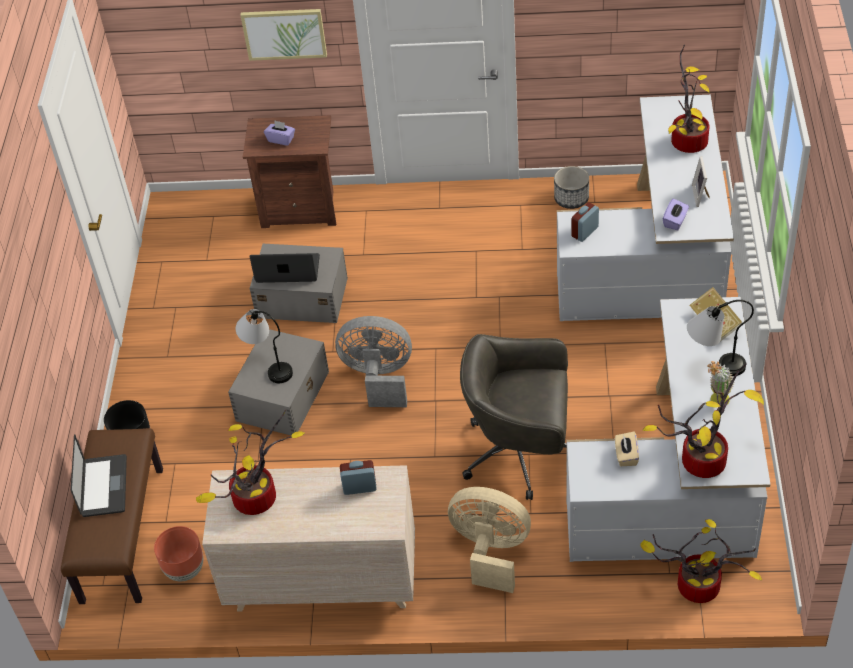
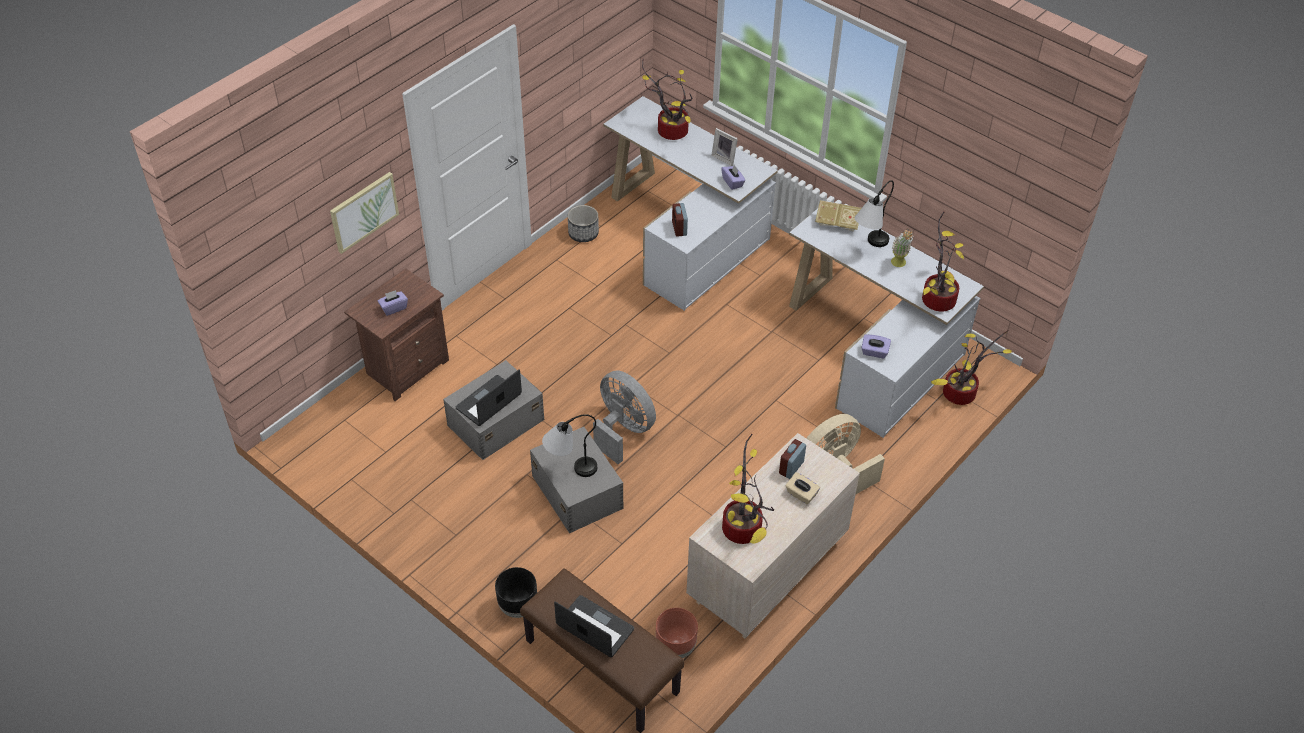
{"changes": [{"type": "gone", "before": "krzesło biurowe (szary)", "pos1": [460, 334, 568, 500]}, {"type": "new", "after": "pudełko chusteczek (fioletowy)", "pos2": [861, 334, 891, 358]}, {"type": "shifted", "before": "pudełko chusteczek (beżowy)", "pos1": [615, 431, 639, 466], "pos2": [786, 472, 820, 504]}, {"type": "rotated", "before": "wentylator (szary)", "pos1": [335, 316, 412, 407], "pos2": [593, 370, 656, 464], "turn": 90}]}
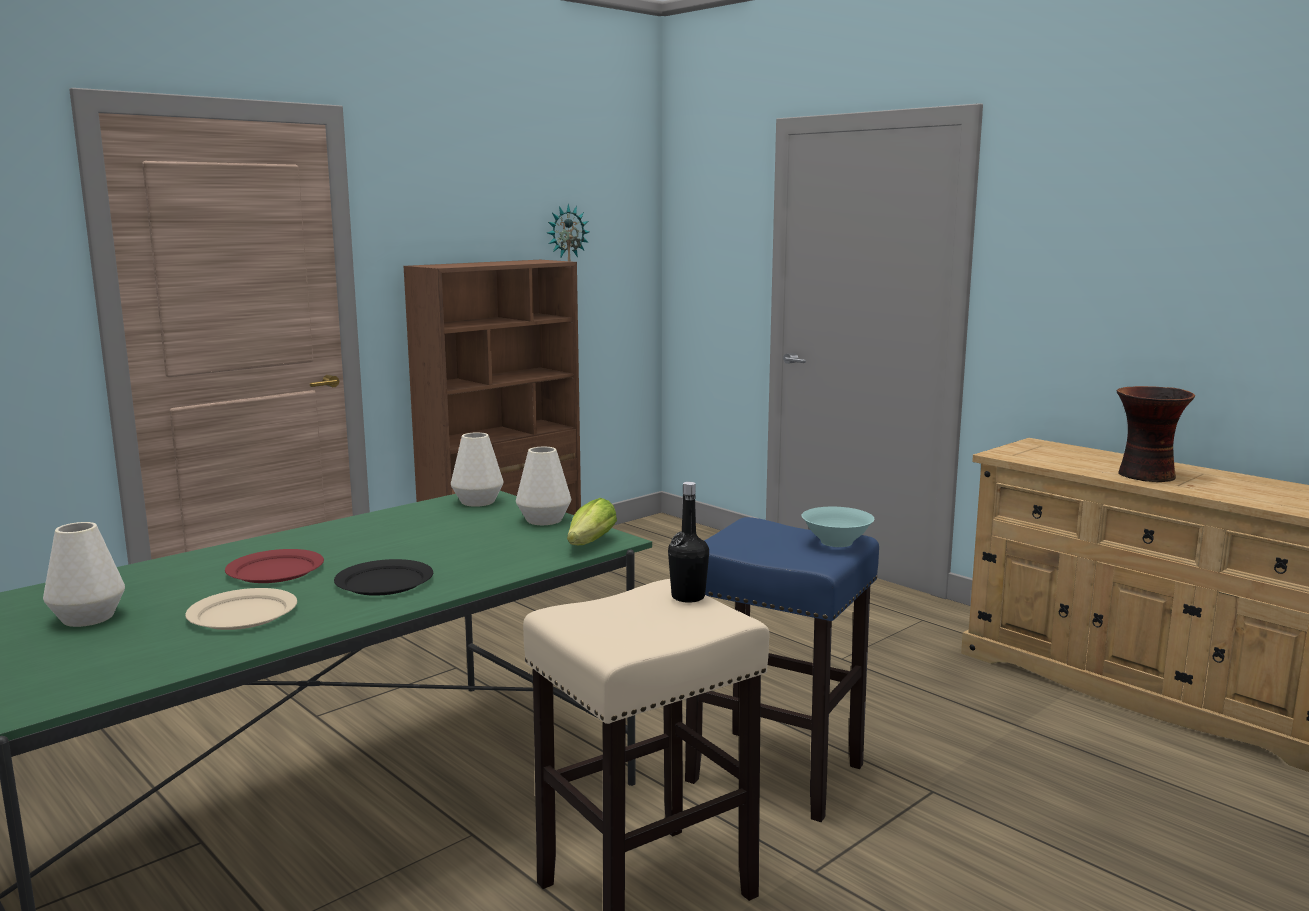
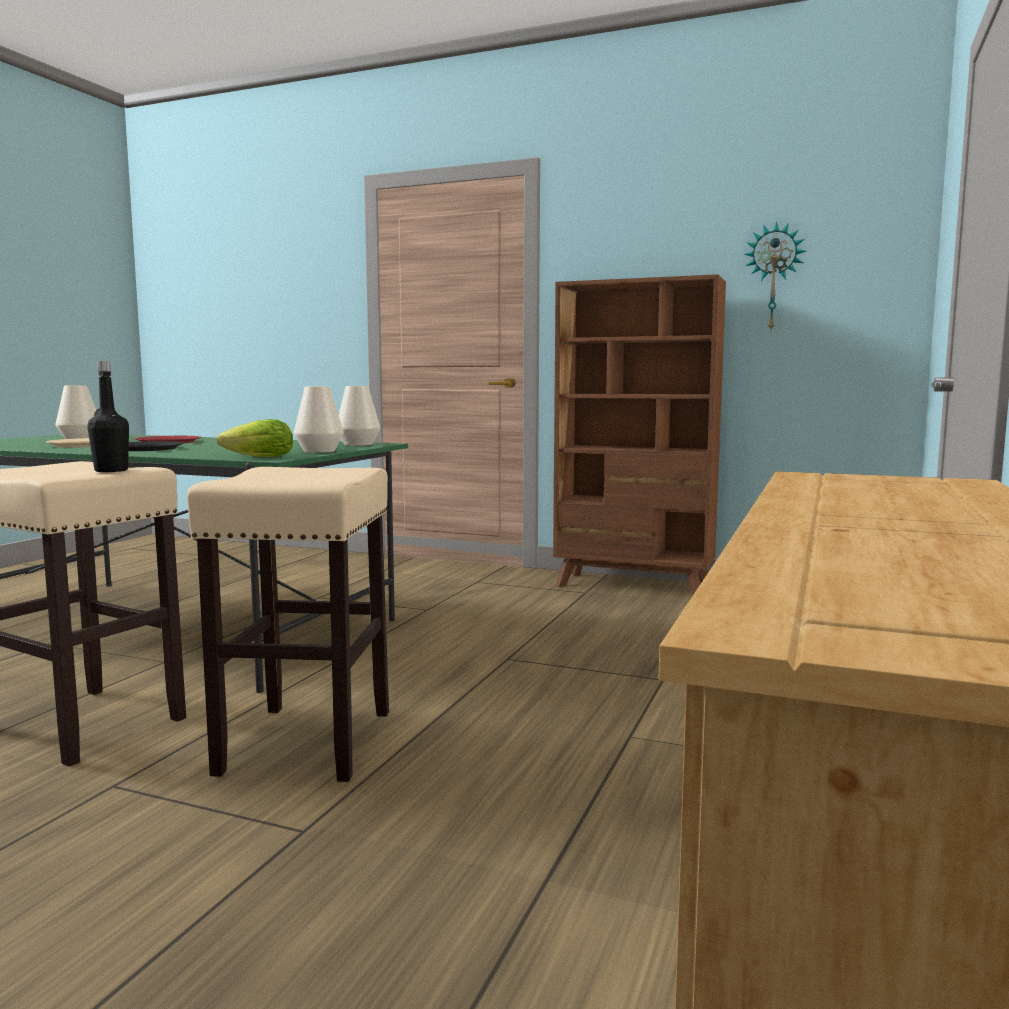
{"changes": [{"type": "gone", "before": "miska (turkusowy)", "pos1": [802, 507, 874, 547]}, {"type": "gone", "before": "wazon", "pos1": [1117, 386, 1195, 482]}, {"type": "repainted", "before": "stołek (niebieski)", "after": "stołek (beżowy)", "pos1": [685, 517, 879, 822], "pos2": [187, 467, 389, 782]}]}
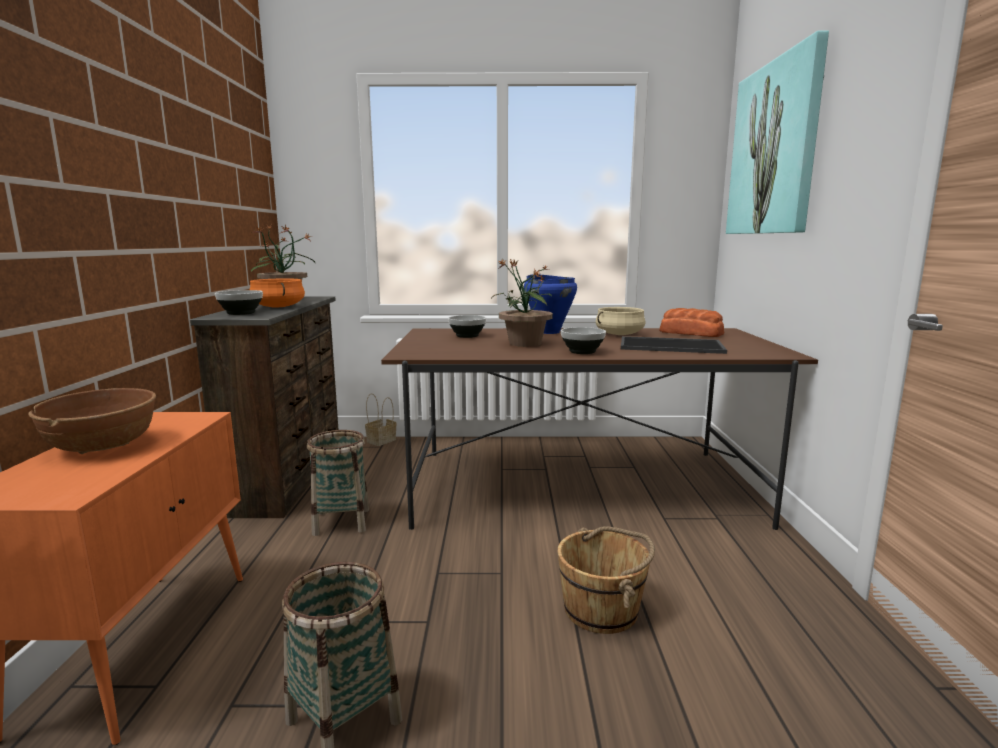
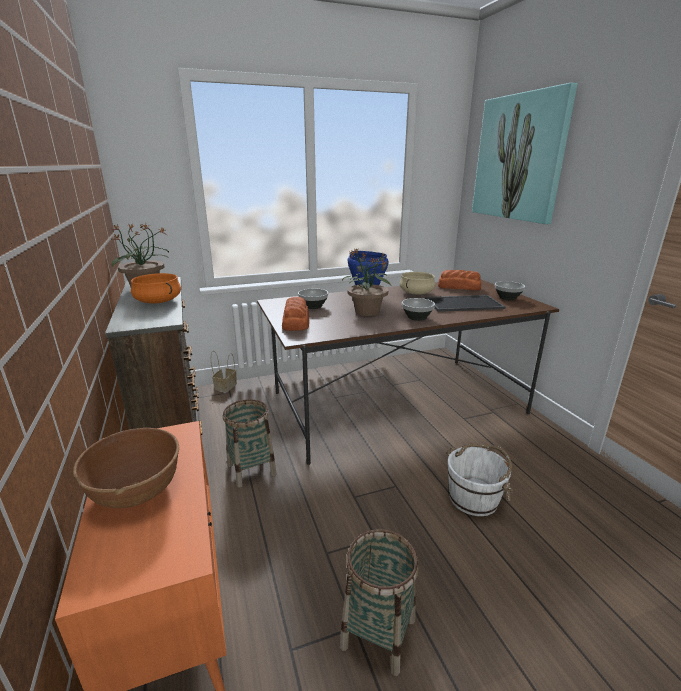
{"changes": [{"type": "new", "after": "chleb", "pos2": [282, 297, 309, 331]}, {"type": "shifted", "before": "miska", "pos1": [215, 290, 263, 315], "pos2": [495, 281, 525, 300]}, {"type": "repainted", "before": "wiadro (brązowy)", "after": "wiadro (biały)", "pos1": [557, 526, 655, 634], "pos2": [447, 444, 513, 516]}]}
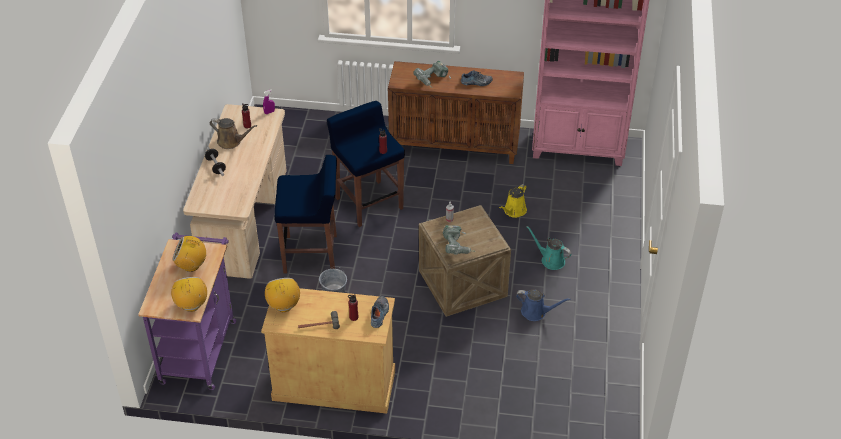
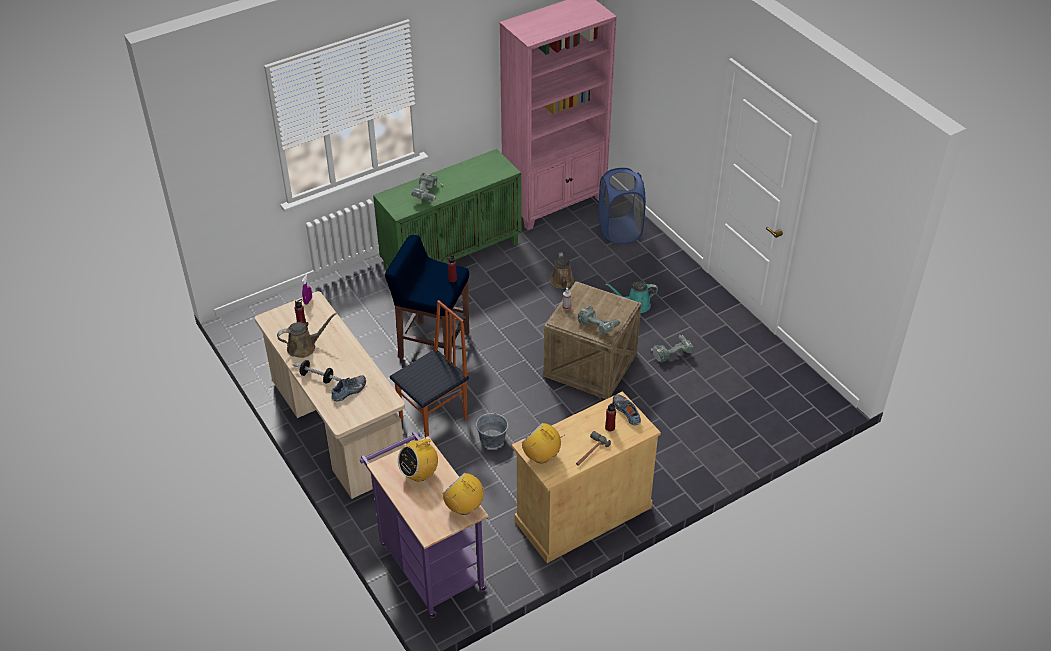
{"changes": [{"type": "new", "after": "kosz na pranie (niebieski)", "pos2": [599, 168, 646, 244]}, {"type": "shifted", "before": "but", "pos1": [461, 70, 493, 86], "pos2": [332, 375, 366, 401]}, {"type": "swapped", "before": "stołek (niebieski)", "after": "krzesło", "pos1": [275, 155, 337, 274], "pos2": [390, 300, 469, 437]}, {"type": "swapped", "before": "konewka (niebieski)", "after": "wiertarka", "pos1": [516, 290, 571, 321], "pos2": [651, 335, 694, 363]}, {"type": "repainted", "before": "szafka (brązowy)", "after": "szafka (zielony)", "pos1": [388, 61, 524, 164], "pos2": [373, 149, 522, 270]}, {"type": "repainted", "before": "konewka (żółty)", "after": "konewka (brązowy)", "pos1": [499, 184, 527, 218], "pos2": [550, 252, 574, 289]}]}
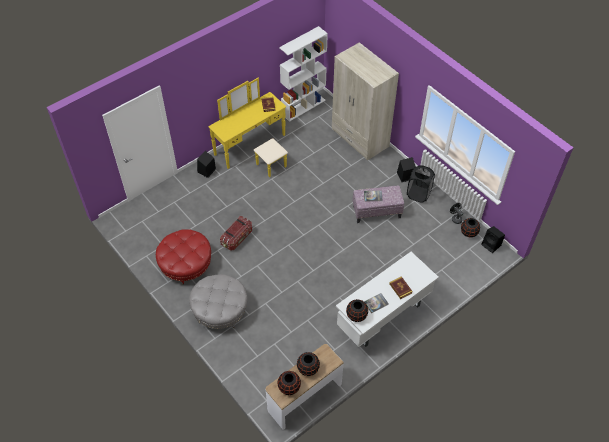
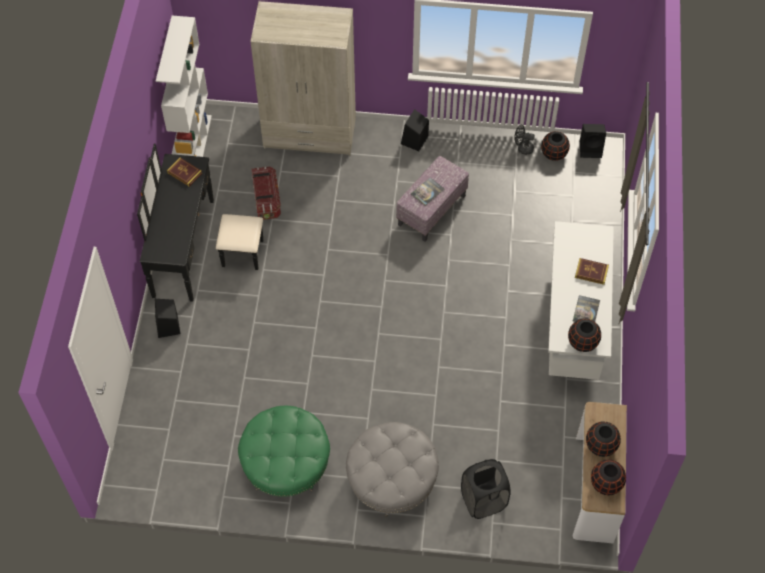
{"changes": [{"type": "shifted", "before": "pojemnik do przechowywania", "pos1": [220, 216, 252, 251], "pos2": [252, 166, 281, 220]}, {"type": "shifted", "before": "kosz na pranie (czarny)", "pos1": [407, 165, 435, 203], "pos2": [461, 459, 511, 519]}, {"type": "repainted", "before": "pufa (czerwony)", "after": "pufa (zielony)", "pos1": [156, 229, 211, 285], "pos2": [238, 405, 330, 497]}, {"type": "repainted", "before": "komoda (żółty)", "after": "komoda (czarny)", "pos1": [208, 78, 288, 177], "pos2": [137, 143, 263, 302]}]}
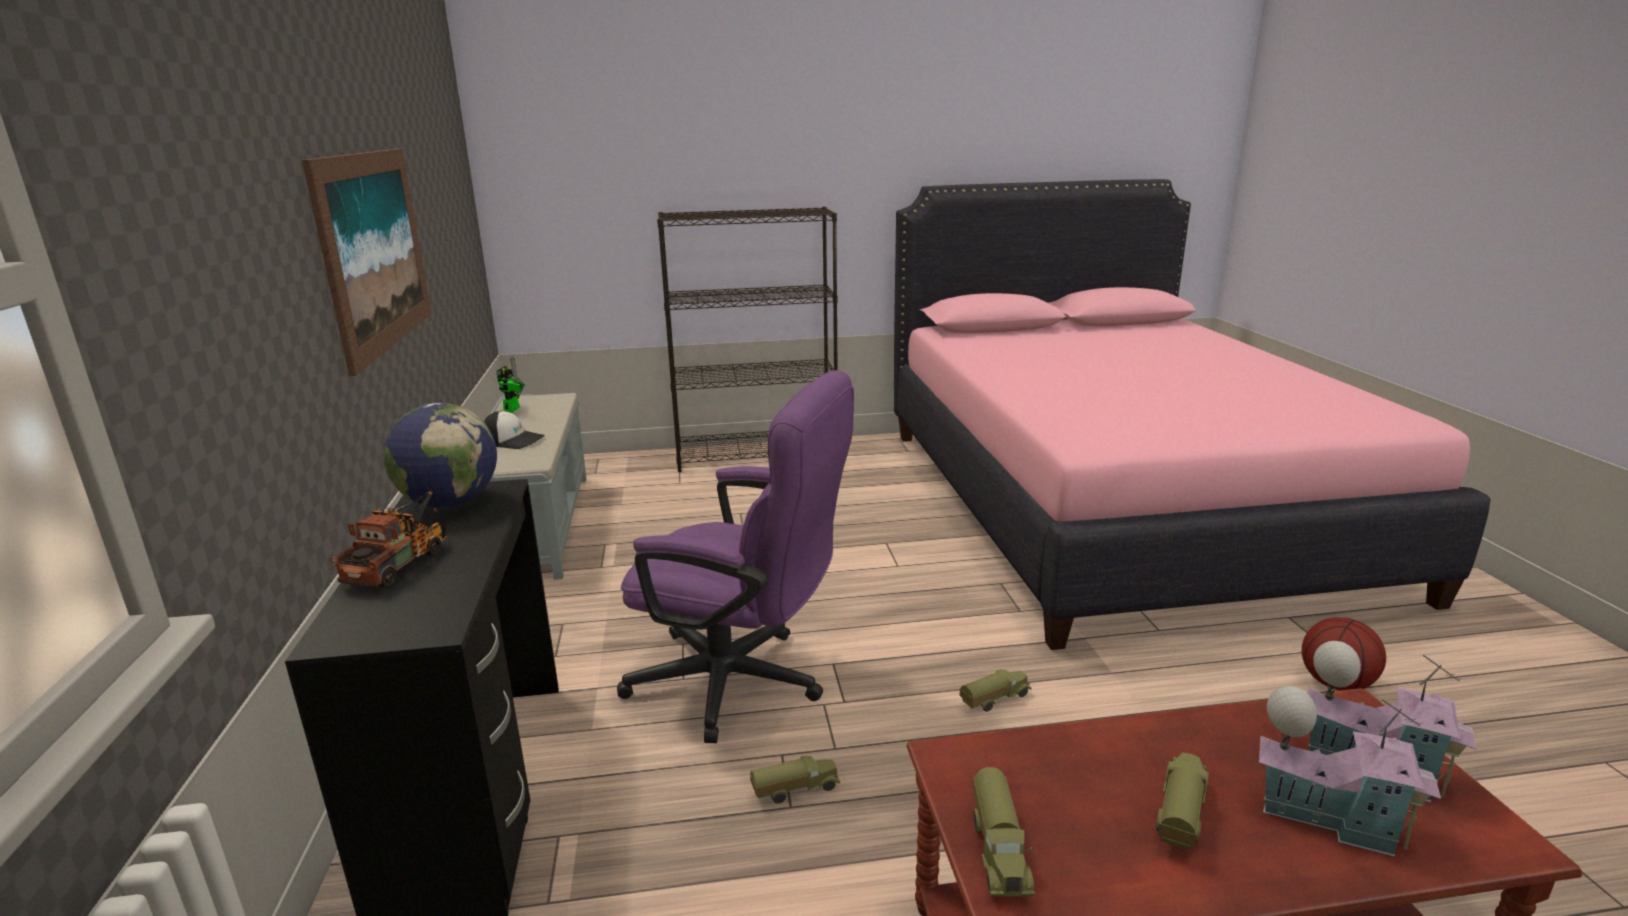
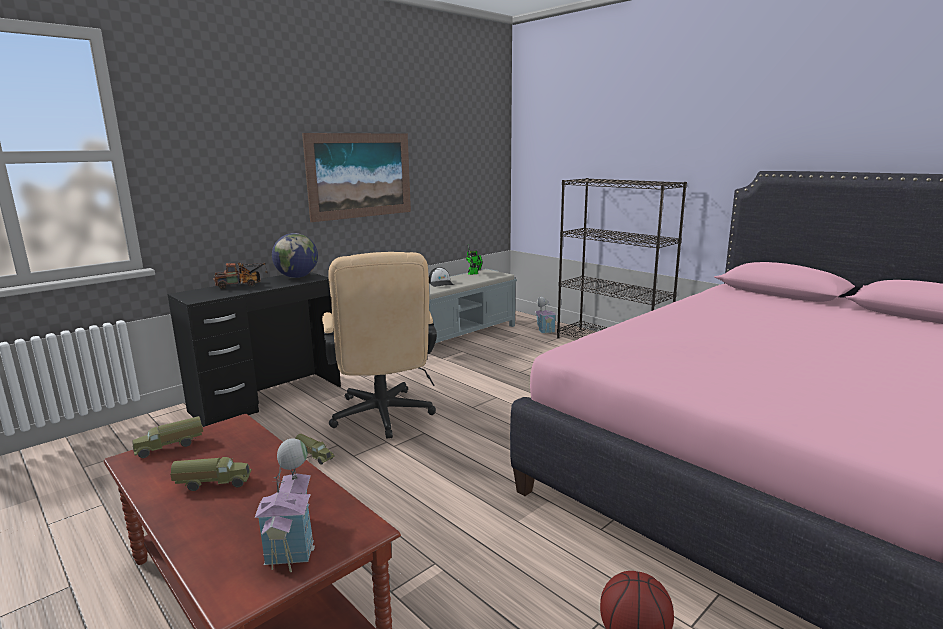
{"changes": [{"type": "gone", "before": "ciężarówka zabawkowa", "pos1": [960, 669, 1032, 712]}, {"type": "shifted", "before": "domek", "pos1": [1259, 686, 1441, 857], "pos2": [535, 297, 557, 334]}, {"type": "repainted", "before": "krzesło biurowe (fioletowy)", "after": "krzesło biurowe (beżowy)", "pos1": [617, 370, 854, 743], "pos2": [322, 252, 437, 439]}]}
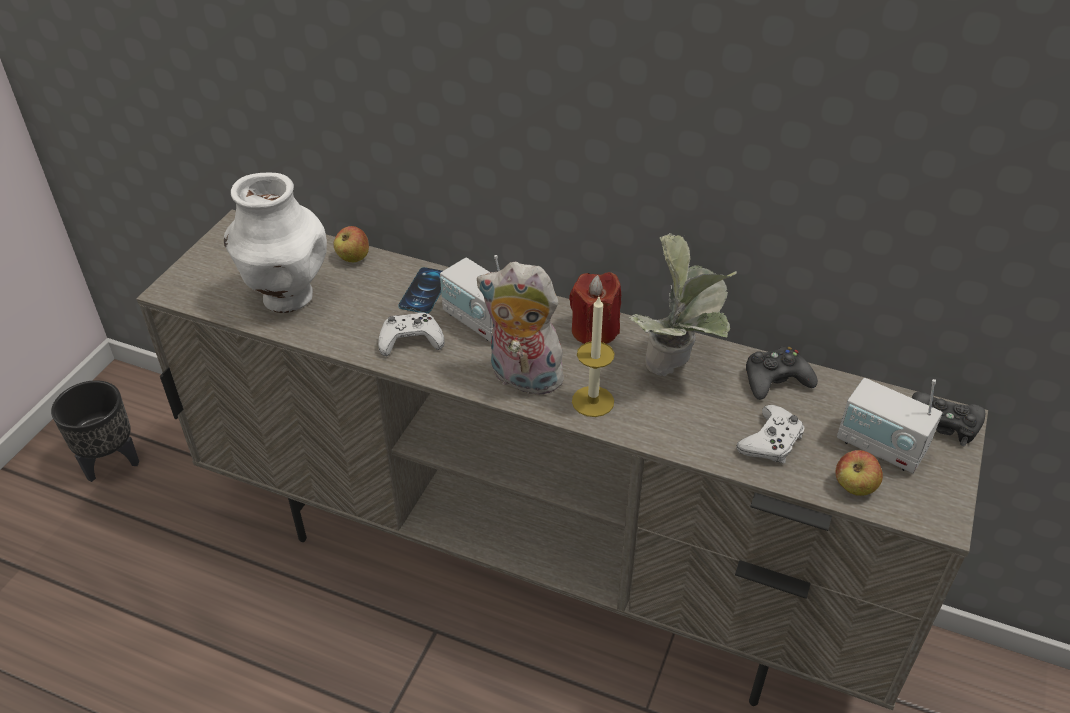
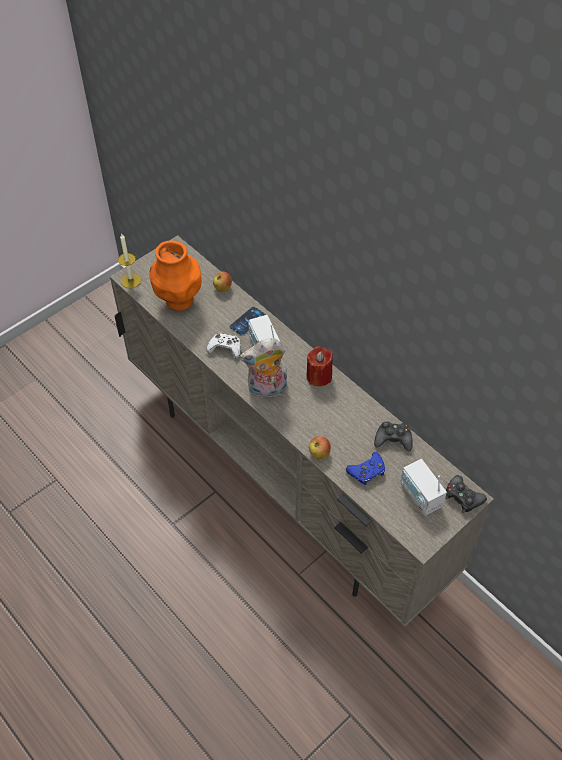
{"changes": [{"type": "gone", "before": "donica (czarny)", "pos1": [51, 380, 139, 482]}, {"type": "gone", "before": "roślina doniczkowa", "pos1": [629, 233, 737, 377]}, {"type": "shifted", "before": "świeca", "pos1": [572, 297, 615, 417], "pos2": [118, 234, 141, 289]}, {"type": "shifted", "before": "jabłko", "pos1": [835, 450, 883, 496], "pos2": [309, 436, 331, 459]}, {"type": "repainted", "before": "wazon (biały)", "after": "wazon (pomarańczowy)", "pos1": [224, 173, 327, 313], "pos2": [150, 241, 201, 311]}, {"type": "repainted", "before": "pad do gier (biały)", "after": "pad do gier (niebieski)", "pos1": [736, 405, 805, 463], "pos2": [346, 452, 385, 485]}, {"type": "rotated", "before": "pluszak", "pos1": [477, 262, 569, 398], "pos2": [240, 338, 287, 398], "turn": -60}]}
